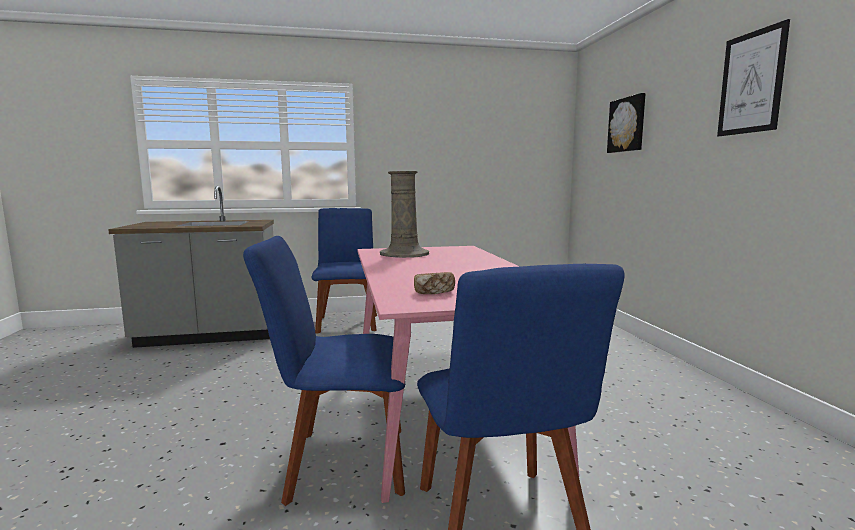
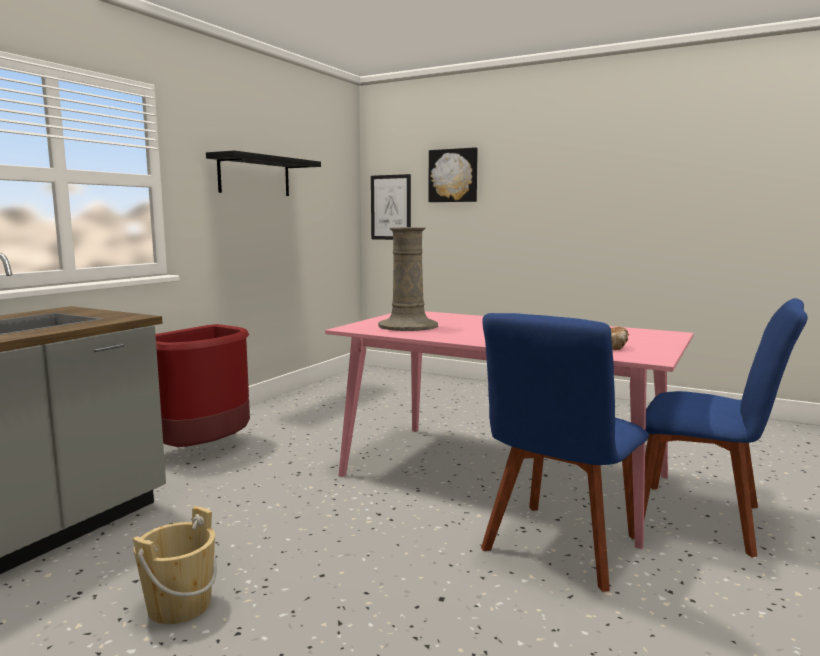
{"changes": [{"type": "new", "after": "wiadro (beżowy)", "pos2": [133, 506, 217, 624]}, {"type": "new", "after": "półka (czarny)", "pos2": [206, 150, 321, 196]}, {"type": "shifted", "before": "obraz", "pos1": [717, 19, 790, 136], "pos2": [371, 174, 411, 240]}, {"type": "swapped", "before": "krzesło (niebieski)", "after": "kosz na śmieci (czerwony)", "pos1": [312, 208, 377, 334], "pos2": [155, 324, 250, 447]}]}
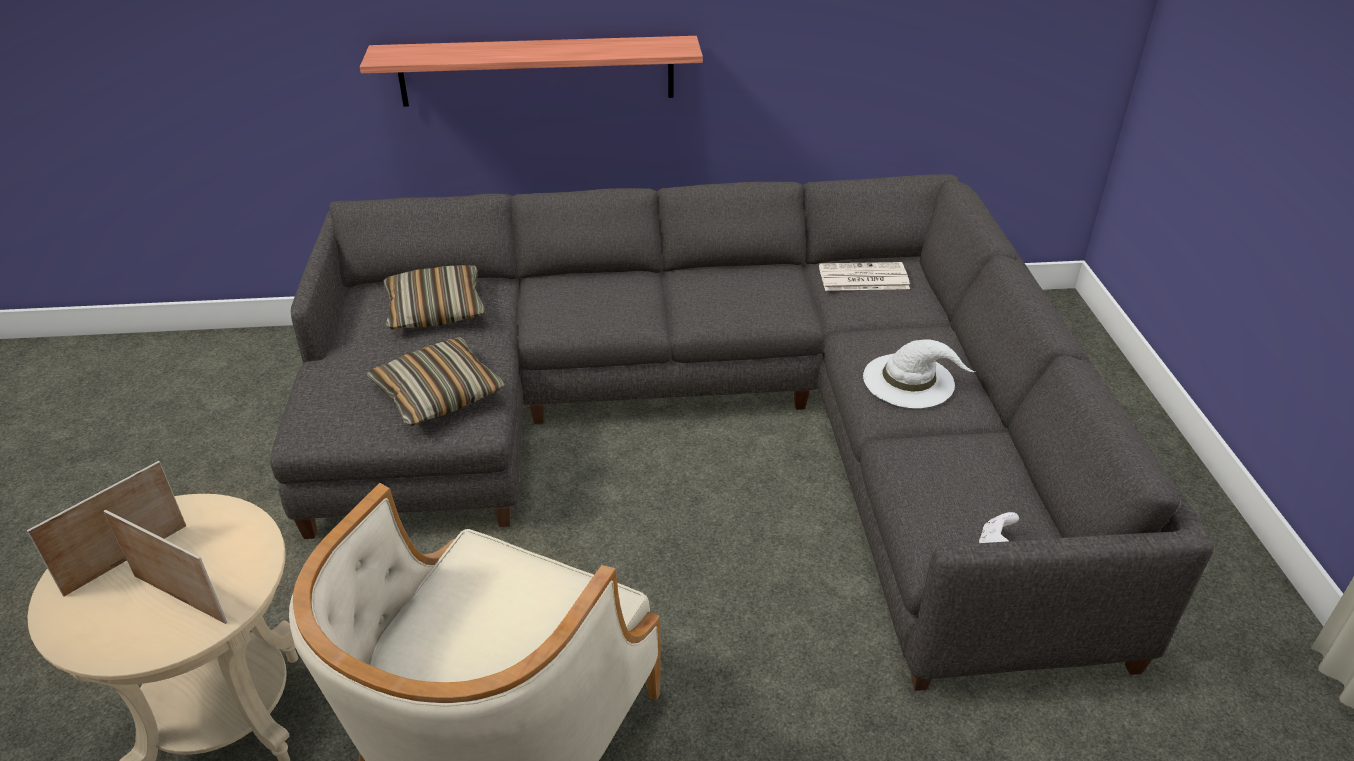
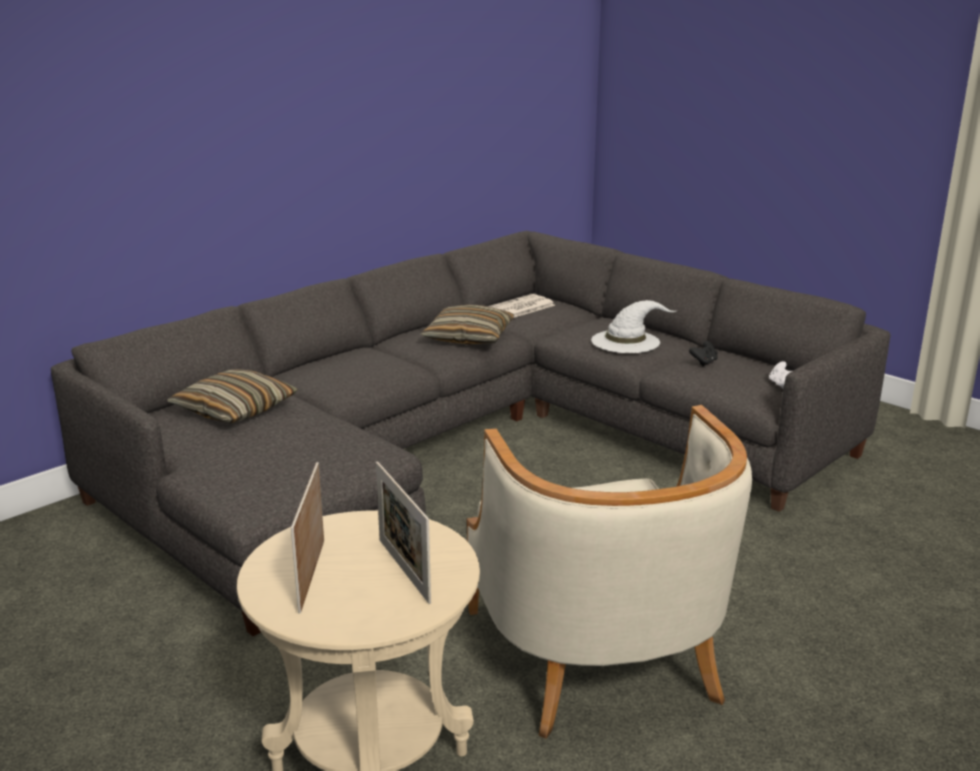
{"changes": [{"type": "gone", "before": "półka", "pos1": [360, 36, 703, 107]}, {"type": "new", "after": "pad do gier (czarny)", "pos2": [689, 341, 718, 366]}, {"type": "shifted", "before": "poduszka", "pos1": [367, 337, 505, 426], "pos2": [420, 305, 514, 345]}, {"type": "rotated", "before": "ramka na zdjęcie", "pos1": [104, 510, 228, 624], "pos2": [376, 461, 431, 604], "turn": -105}]}
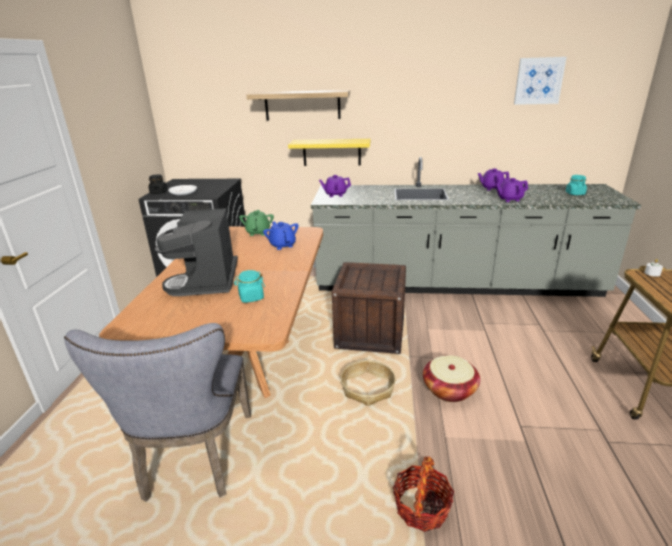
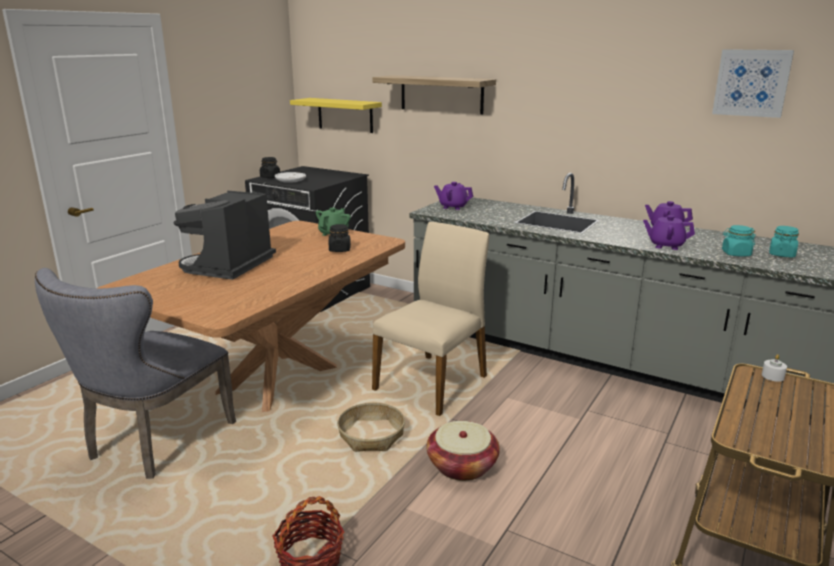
{"changes": [{"type": "shifted", "before": "słoik (turkusowy)", "pos1": [234, 270, 265, 303], "pos2": [722, 225, 756, 256]}, {"type": "shifted", "before": "półka (żółty)", "pos1": [288, 139, 370, 166], "pos2": [290, 98, 382, 133]}, {"type": "swapped", "before": "imbryk (niebieski)", "after": "słoik (czarny)", "pos1": [263, 221, 298, 250], "pos2": [328, 224, 351, 252]}, {"type": "swapped", "before": "skrzynka", "after": "krzesło (beżowy)", "pos1": [332, 262, 406, 354], "pos2": [372, 222, 489, 416]}]}
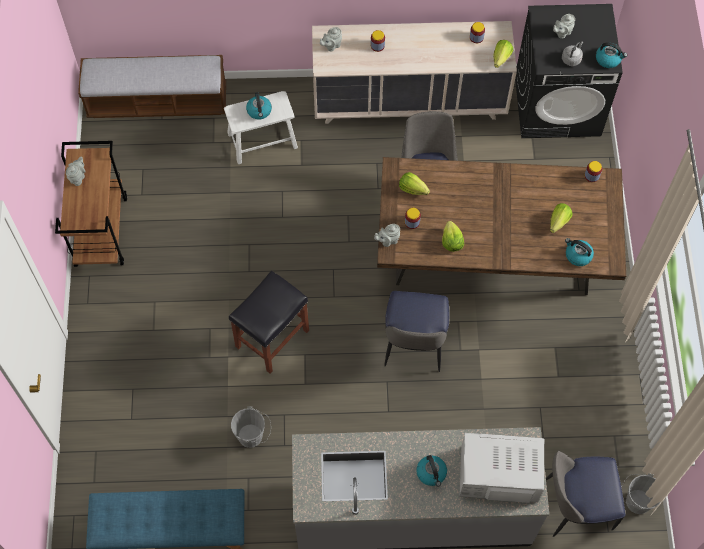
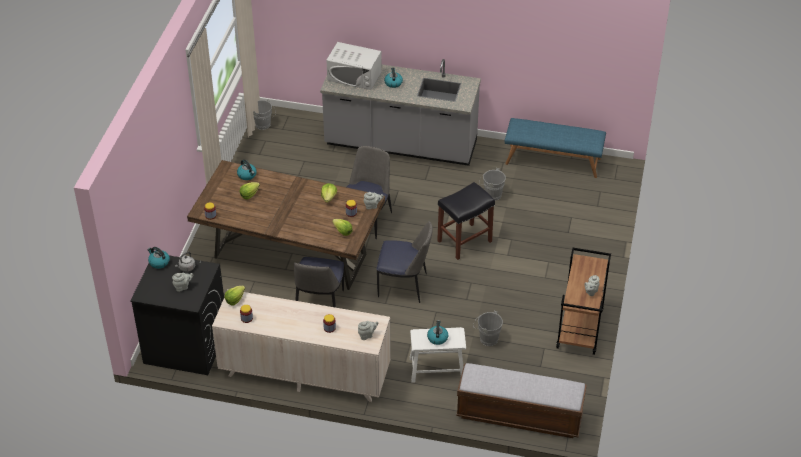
{"changes": [{"type": "new", "after": "wiadro (szary)", "pos2": [473, 311, 503, 346]}, {"type": "shifted", "before": "krzesło", "pos1": [546, 451, 625, 537], "pos2": [377, 221, 433, 303]}]}
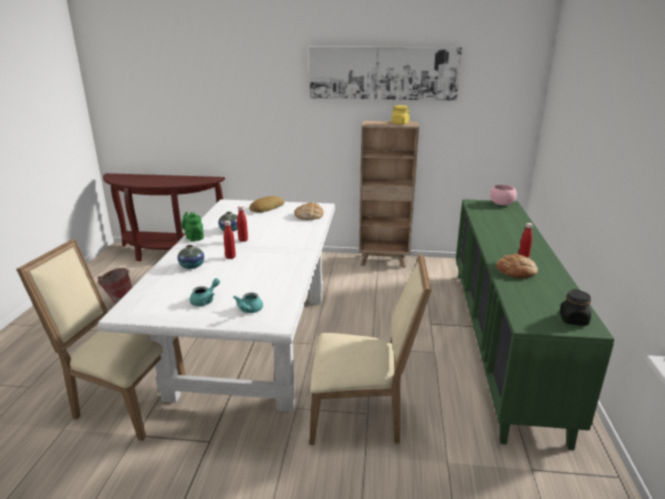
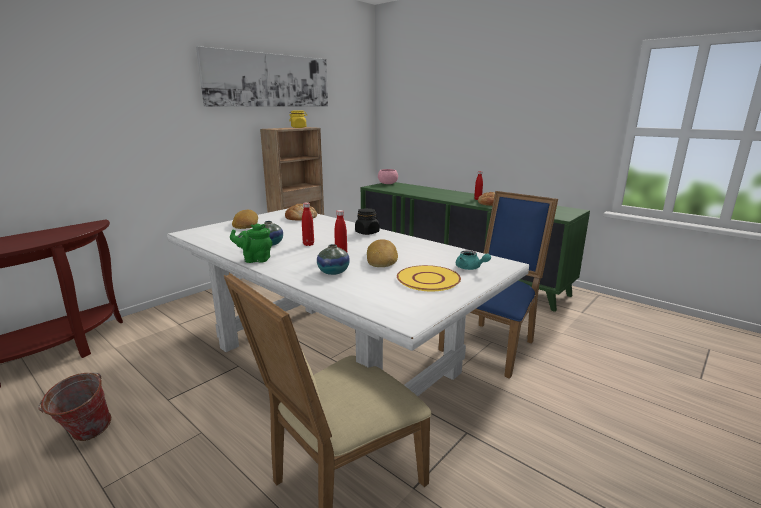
{"changes": [{"type": "new", "after": "chleb", "pos2": [367, 239, 398, 267]}, {"type": "shifted", "before": "słoik (czarny)", "pos1": [560, 289, 591, 326], "pos2": [355, 208, 379, 235]}, {"type": "swapped", "before": "imbryk (turkusowy)", "after": "talerz (żółty)", "pos1": [190, 278, 220, 306], "pos2": [397, 265, 461, 291]}, {"type": "repainted", "before": "krzesło (beżowy)", "after": "krzesło (niebieski)", "pos1": [309, 253, 431, 445], "pos2": [438, 191, 558, 379]}]}
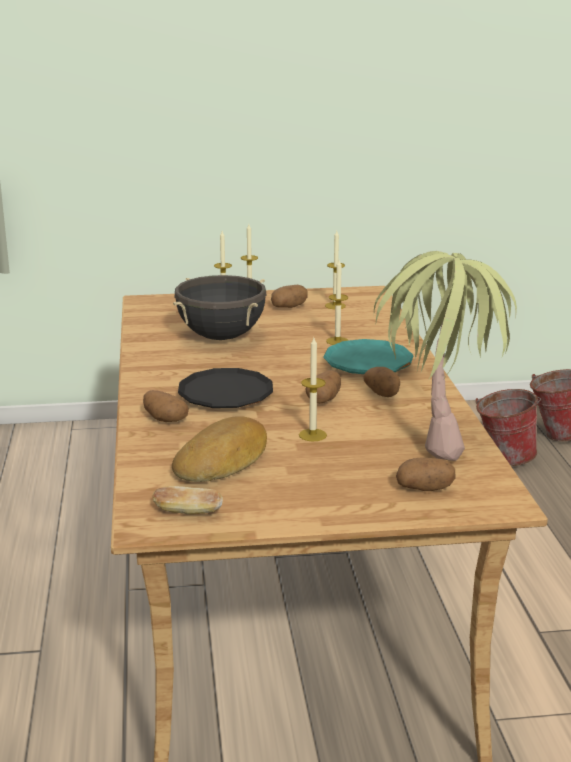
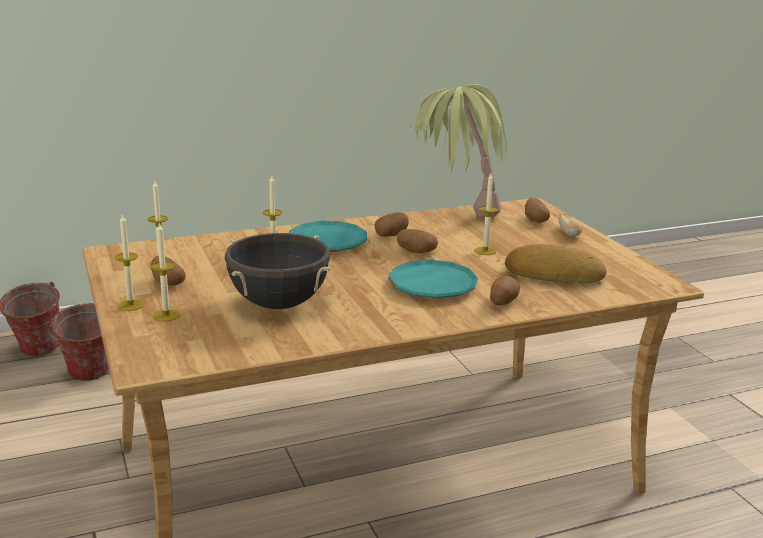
{"changes": [{"type": "shifted", "before": "chleb", "pos1": [153, 486, 223, 515], "pos2": [558, 213, 582, 236]}, {"type": "repainted", "before": "talerz (czarny)", "after": "talerz (turkusowy)", "pos1": [178, 368, 273, 408], "pos2": [388, 260, 478, 298]}]}
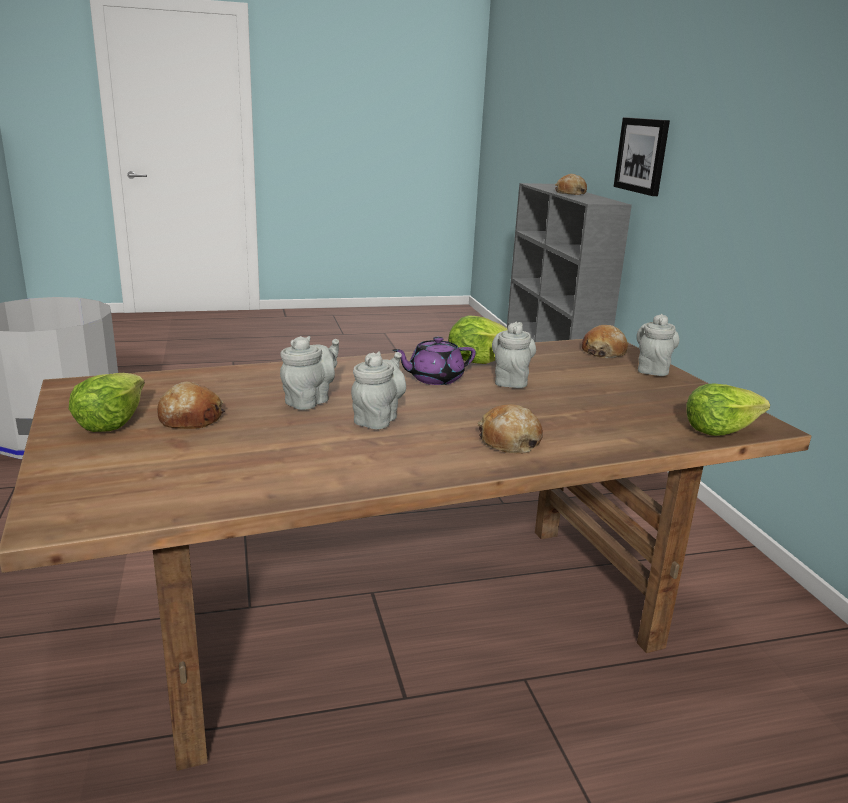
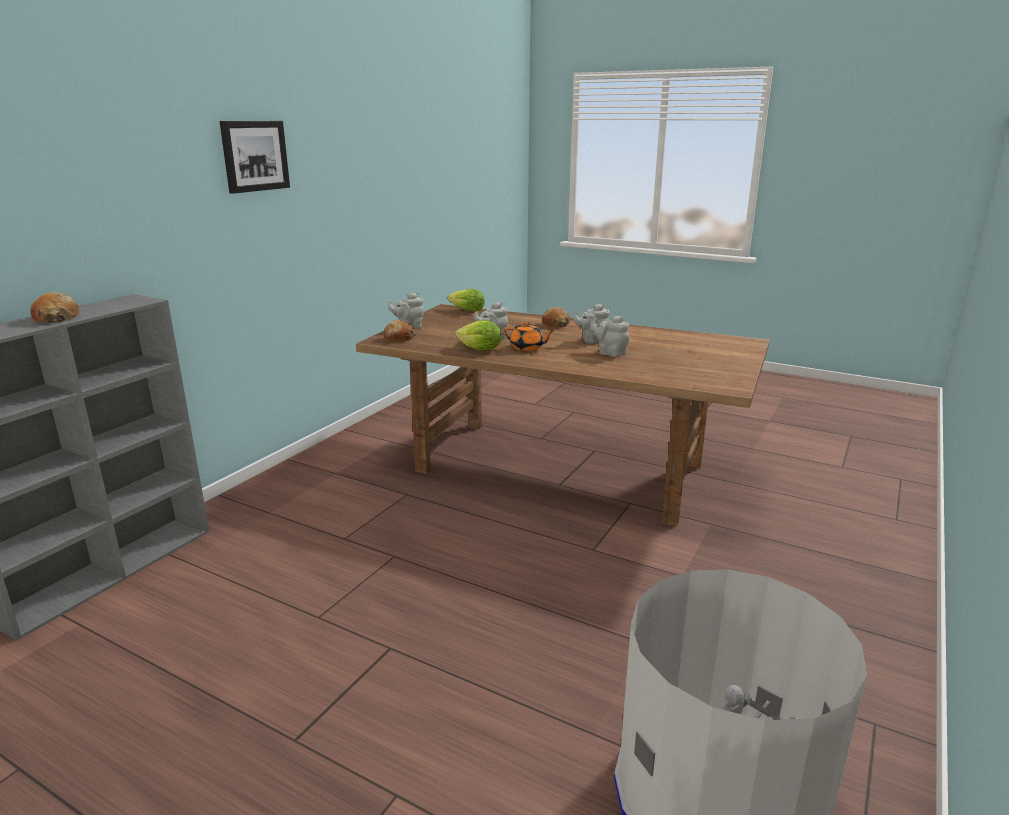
{"changes": [{"type": "gone", "before": "sałata", "pos1": [69, 373, 145, 432]}, {"type": "gone", "before": "chleb", "pos1": [157, 381, 225, 429]}, {"type": "shifted", "before": "obraz", "pos1": [614, 117, 670, 196], "pos2": [220, 121, 290, 194]}, {"type": "repainted", "before": "imbryk (fioletowy)", "after": "imbryk (pomarańczowy)", "pos1": [393, 337, 476, 385], "pos2": [503, 322, 554, 351]}, {"type": "rotated", "before": "imbryk (szary)", "pos1": [280, 336, 339, 410], "pos2": [590, 316, 629, 357], "turn": 45}]}
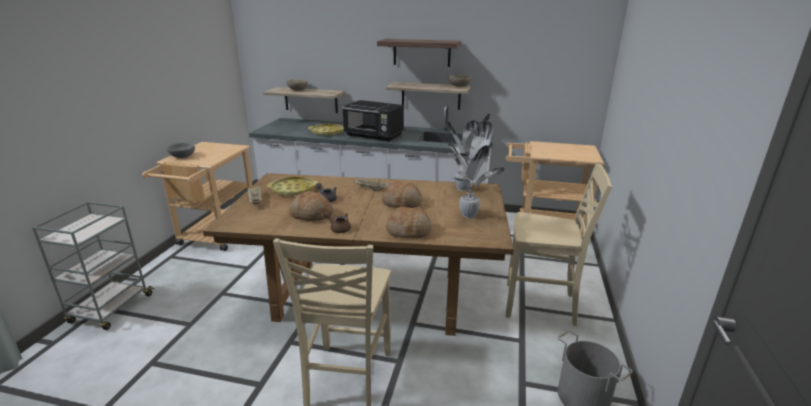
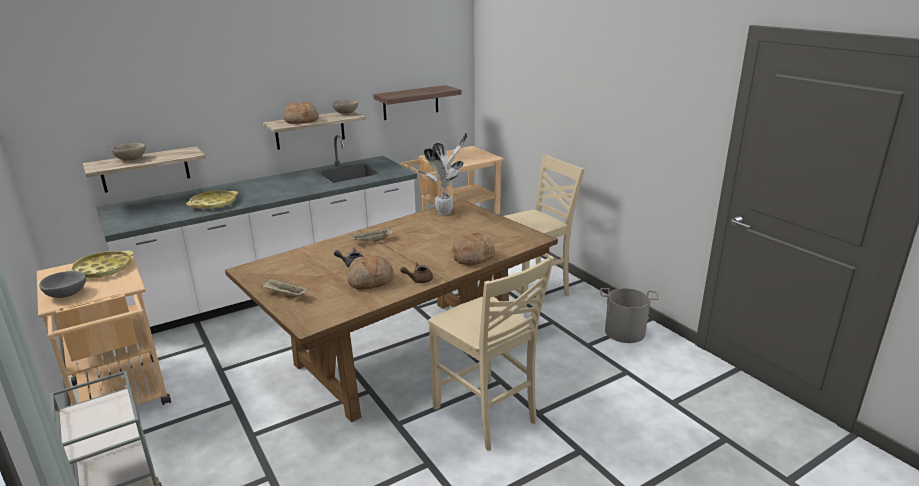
{"changes": [{"type": "gone", "before": "mikrofalówka (czarny)", "pos1": [342, 100, 404, 142]}, {"type": "gone", "before": "roślina doniczkowa", "pos1": [451, 121, 505, 218]}, {"type": "shifted", "before": "taca (żółty)", "pos1": [267, 176, 319, 196], "pos2": [68, 250, 134, 278]}, {"type": "shifted", "before": "półka", "pos1": [377, 39, 461, 67], "pos2": [373, 85, 462, 120]}, {"type": "shifted", "before": "chleb", "pos1": [382, 181, 422, 208], "pos2": [284, 101, 319, 124]}]}
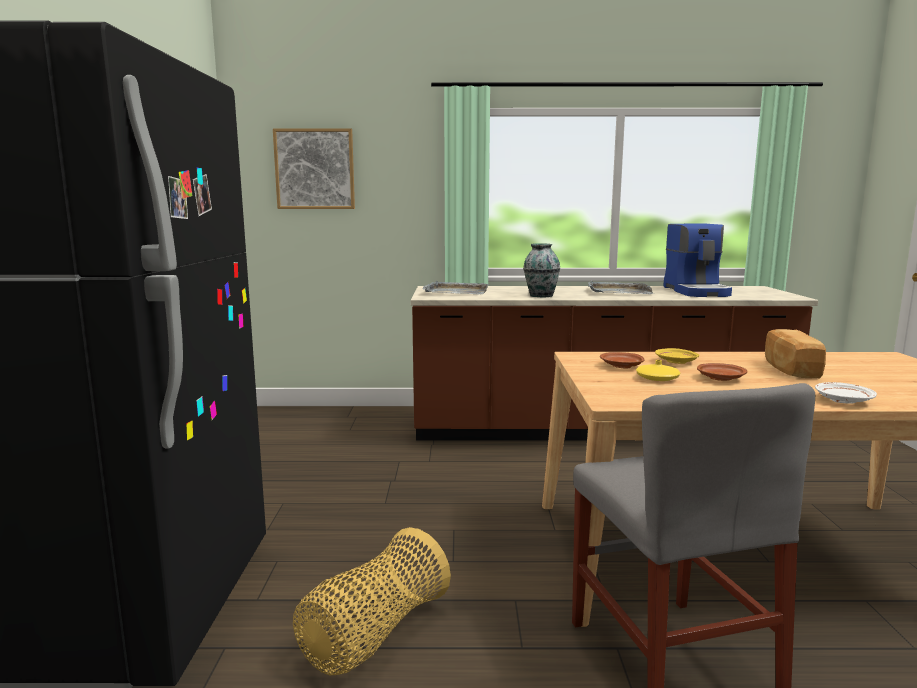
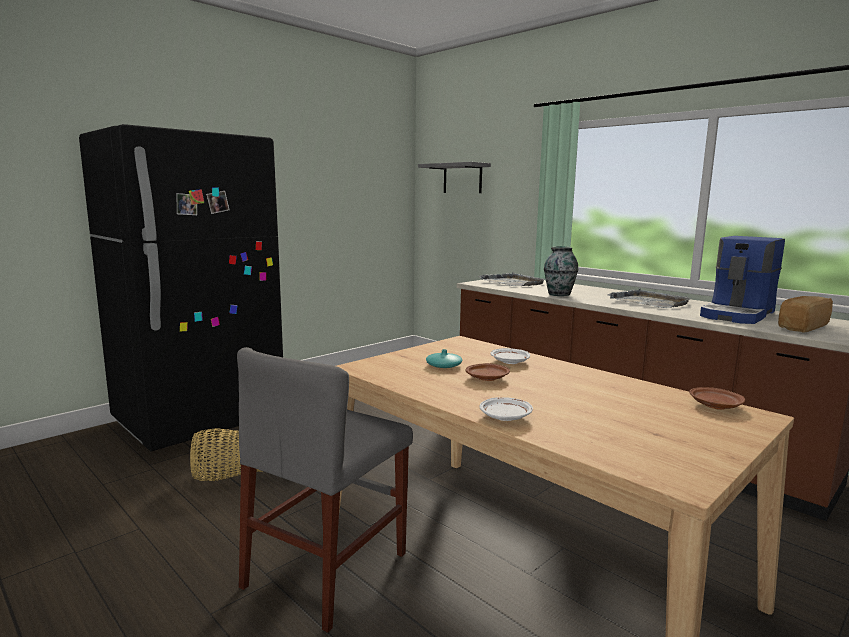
{"changes": [{"type": "shifted", "before": "talerz (brązowy)", "pos1": [600, 352, 645, 368], "pos2": [689, 387, 745, 410]}, {"type": "shifted", "before": "chleb", "pos1": [765, 329, 826, 379], "pos2": [778, 296, 833, 333]}, {"type": "swapped", "before": "obraz", "after": "półka (szary)", "pos1": [273, 128, 355, 209], "pos2": [418, 162, 491, 193]}, {"type": "repainted", "before": "wazon (żółty)", "after": "wazon (turkusowy)", "pos1": [636, 360, 680, 381], "pos2": [426, 349, 462, 368]}, {"type": "repainted", "before": "talerz (żółty)", "after": "talerz (biały)", "pos1": [655, 348, 699, 364], "pos2": [490, 348, 530, 364]}]}
